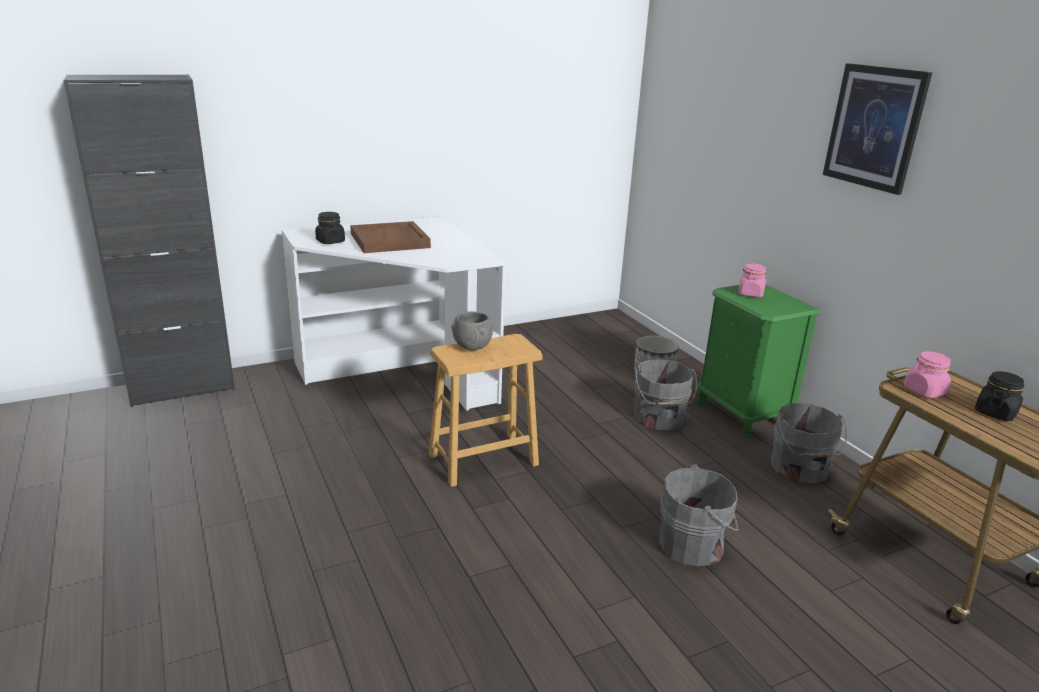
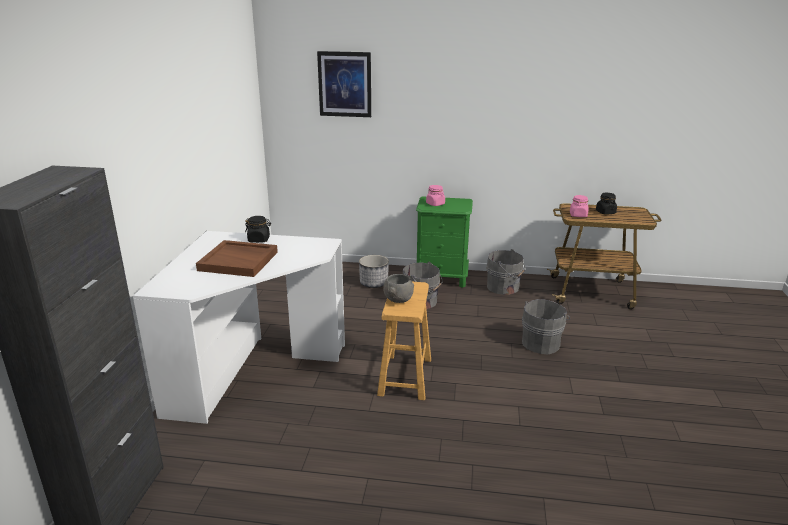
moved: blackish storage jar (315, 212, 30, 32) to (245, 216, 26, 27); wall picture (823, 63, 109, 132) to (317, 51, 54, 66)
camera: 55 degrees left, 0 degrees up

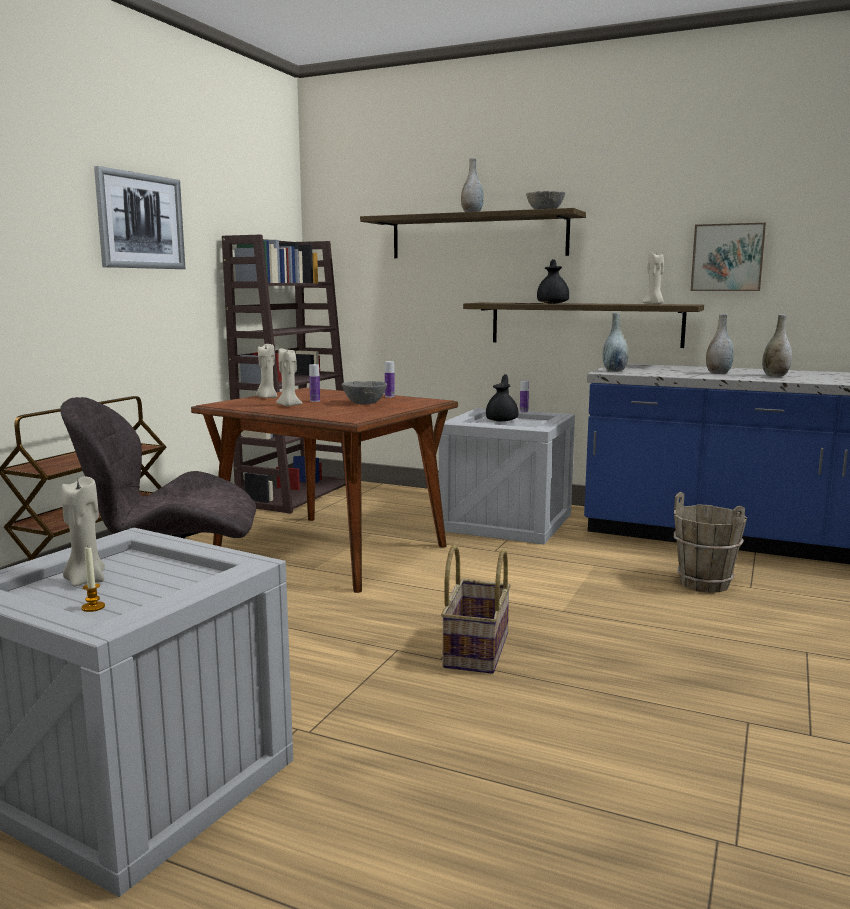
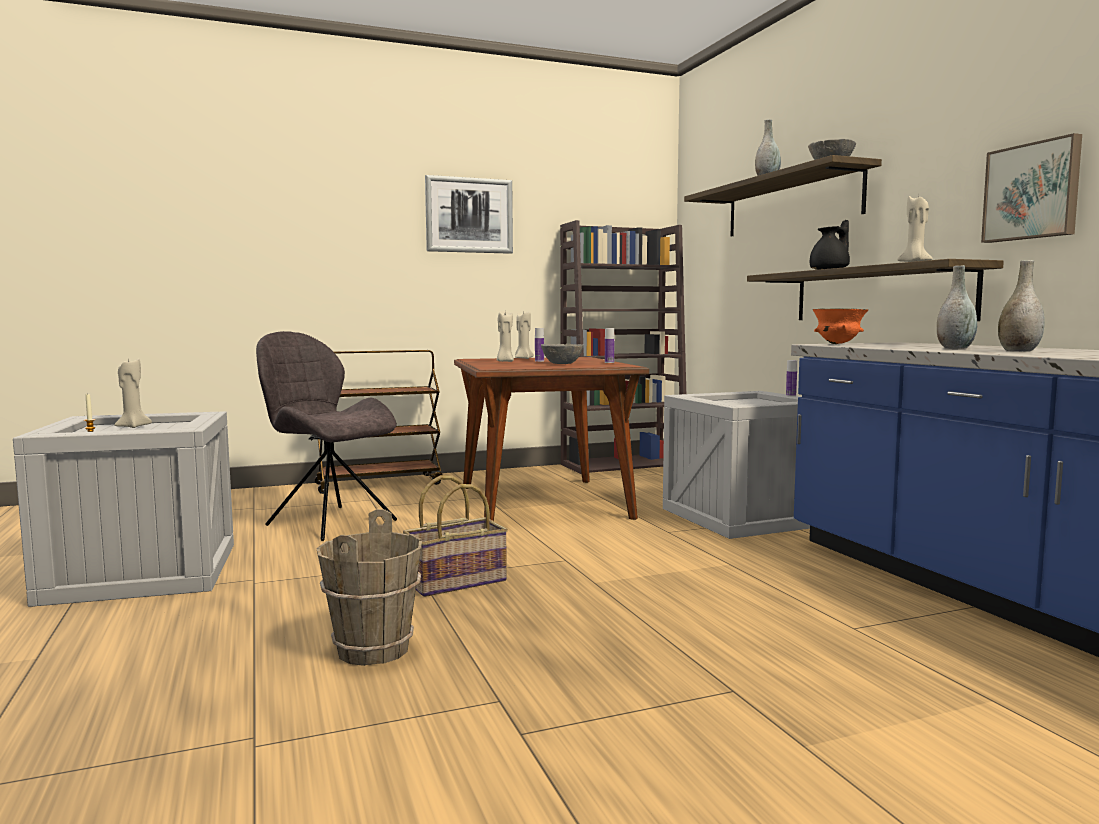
removed: blackish tea pot (486, 374, 32, 47)
moved: brown-coloured bucket (674, 492, 73, 101) to (316, 509, 106, 157)
replaced: gray flower vase (603, 313, 26, 59) to orangey deep dish (813, 308, 55, 36)
camera: 45 degrees right, 5 degrees down

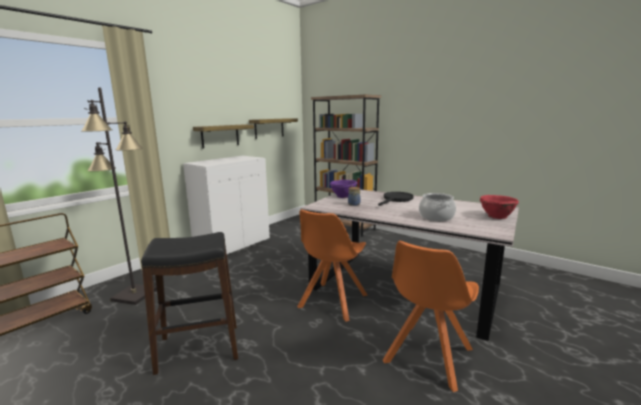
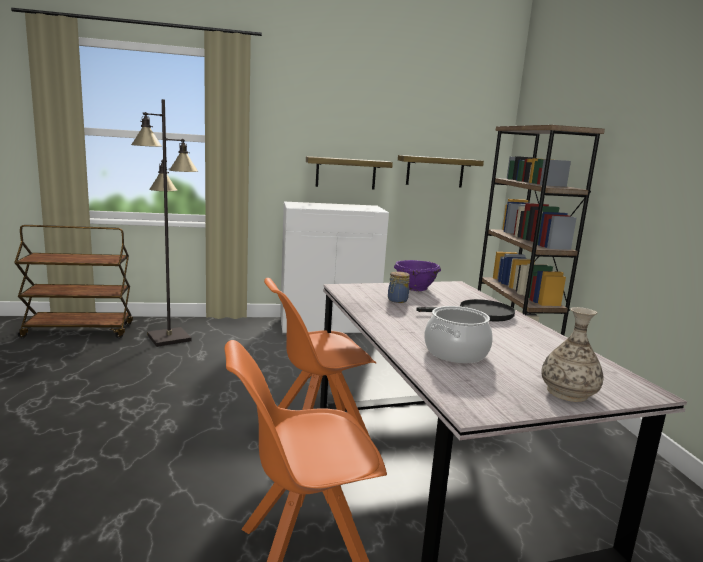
removed: blackish stool (141, 232, 97, 143)
replaced: red-coloured deep dish (480, 195, 39, 24) to flower vase (541, 307, 62, 95)
camera: 40 degrees right, 0 degrees up

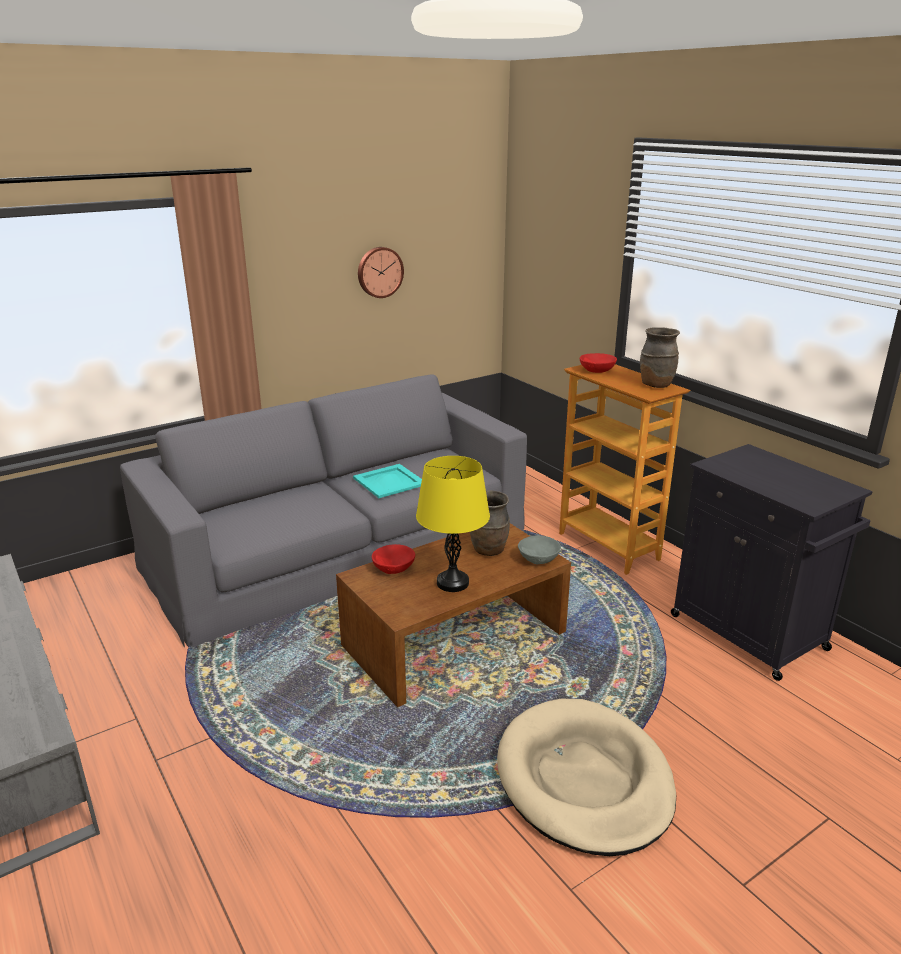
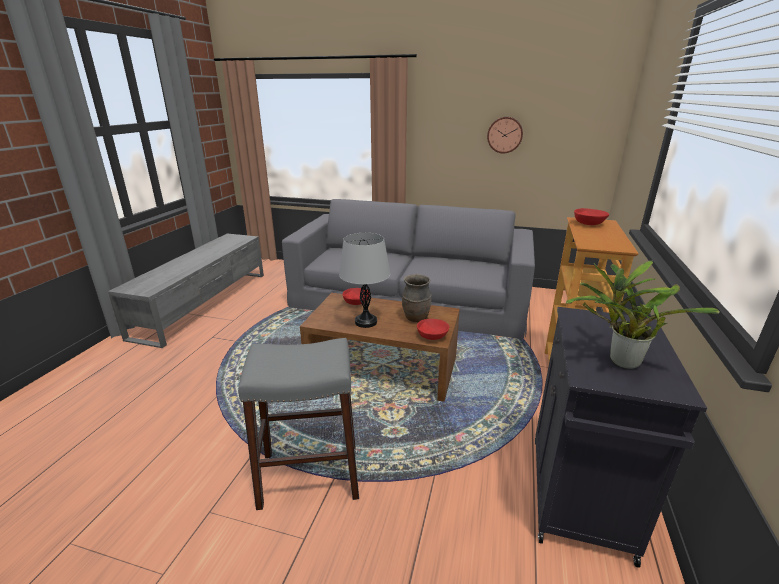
removed: blue-green serving tray (353, 464, 69, 34); brown-coloured flower vase (640, 327, 40, 61)
added: plant in a pot (565, 261, 155, 108)
replaced: beige-coloured dog cushion (497, 699, 179, 157) to gray stool (238, 338, 121, 172)
recoloured: yellow-coloured tabletop lamp (416, 456, 74, 136) to gray tabletop lamp (339, 233, 51, 95); gray deep dish (518, 536, 43, 28) to red-coloured deep dish (417, 319, 32, 21)
camera: 50 degrees right, 0 degrees up

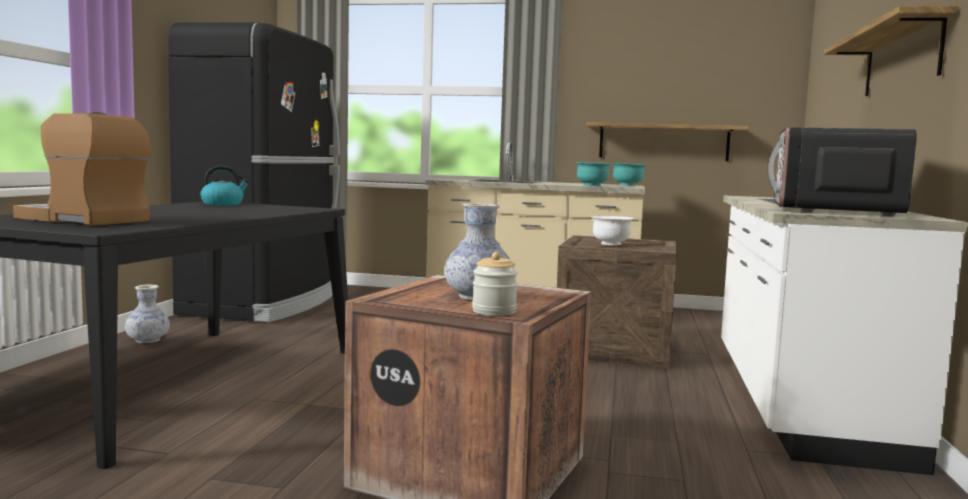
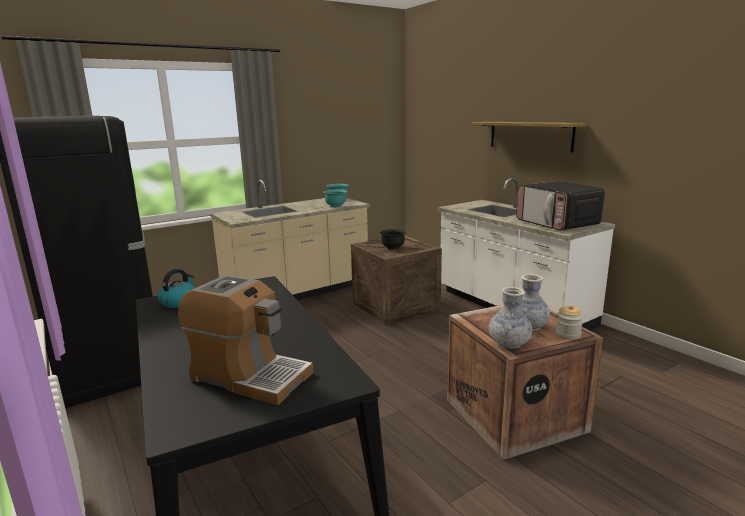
removed: bracket shelf (587, 122, 162, 39)
moved: flower vase (125, 285, 45, 58) to (489, 287, 43, 61)
recoloured: white-coloured deep dish (591, 216, 43, 29) to blackish deep dish (380, 229, 26, 21)
turned: coffee brewer (13, 112, 138, 114) = (178, 275, 135, 130) 135 degrees counterclockwise
camera: 45 degrees left, 10 degrees up

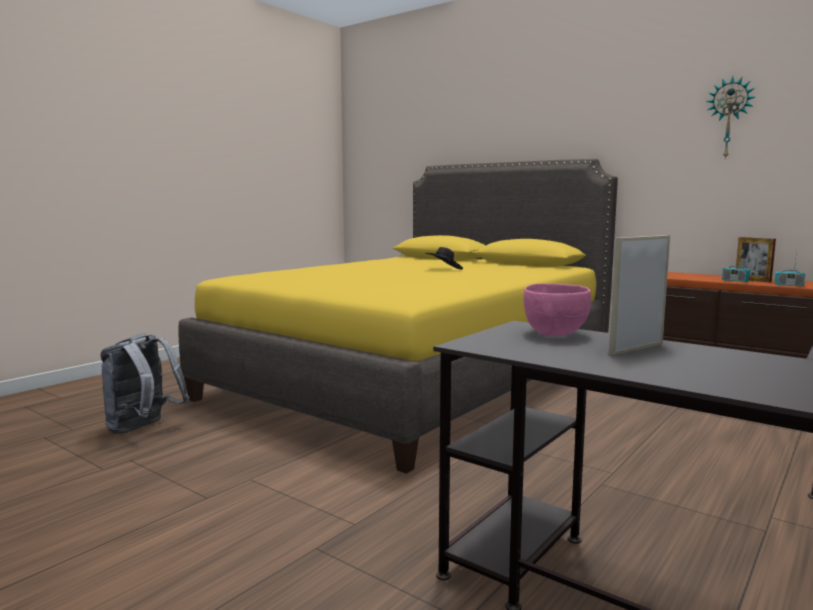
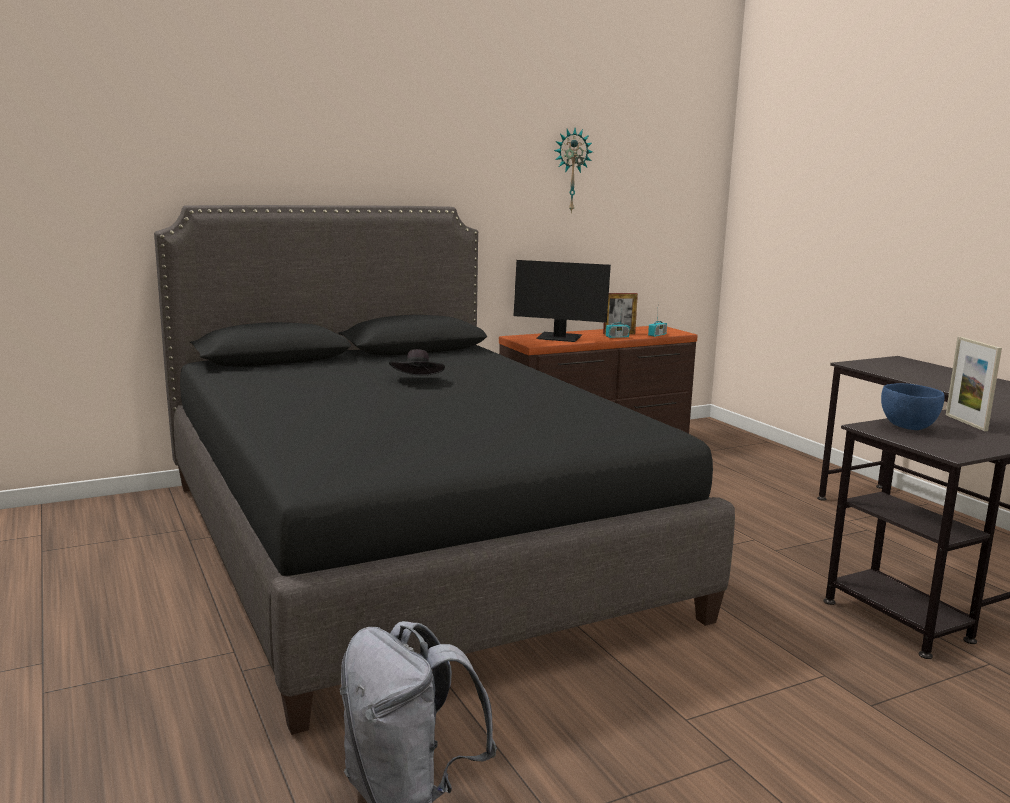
added: computer display (514, 260, 97, 82)
recoloured: yellow-coloured bedroom bed (178, 159, 440, 315) to blackish bedroom bed (154, 205, 581, 530); pink deep dish (524, 283, 67, 53) to blue-coloured deep dish (881, 383, 64, 47)
camera: 65 degrees left, 5 degrees up

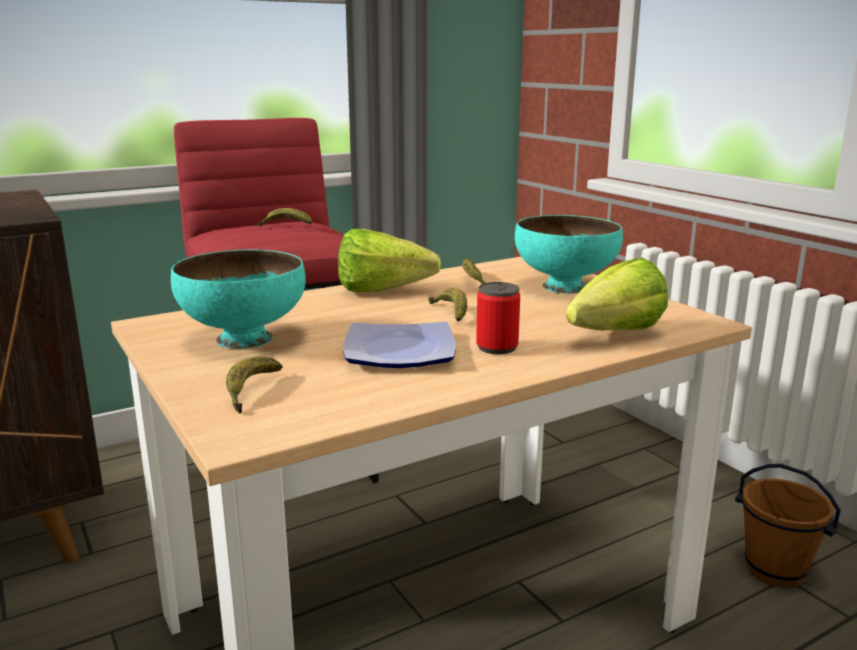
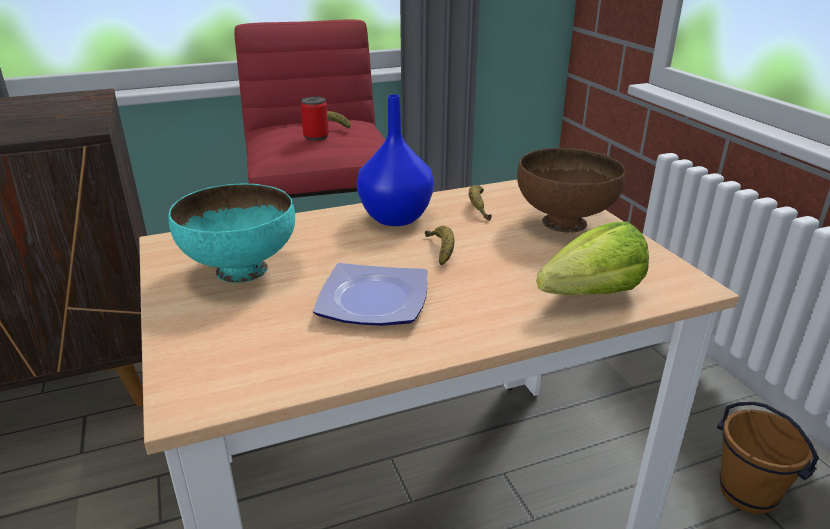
removed: banana fruit (226, 357, 57, 57)
moved: can (476, 282, 44, 72) to (301, 96, 28, 45)
replaced: lettuce (338, 229, 103, 63) to blue-coloured flower vase (357, 94, 77, 132)
recoloured: blue-green deep dish (515, 215, 108, 79) to brown-coloured deep dish (517, 148, 108, 85)
camera: 10 degrees right, 10 degrees up

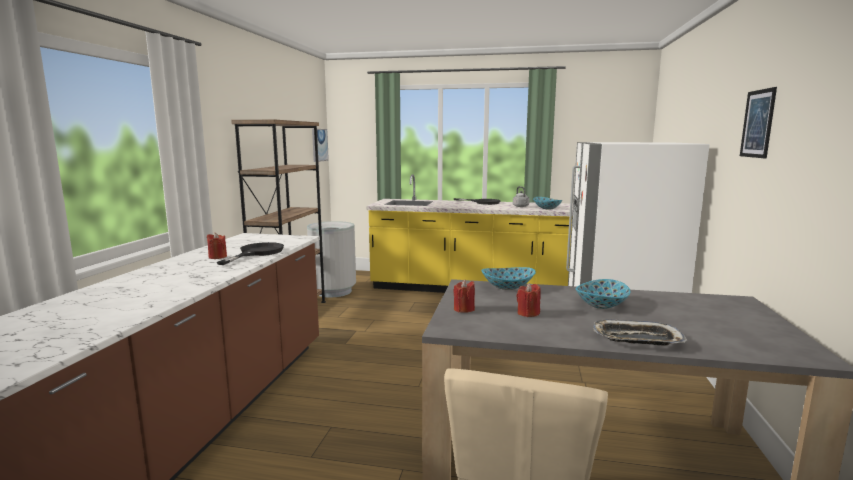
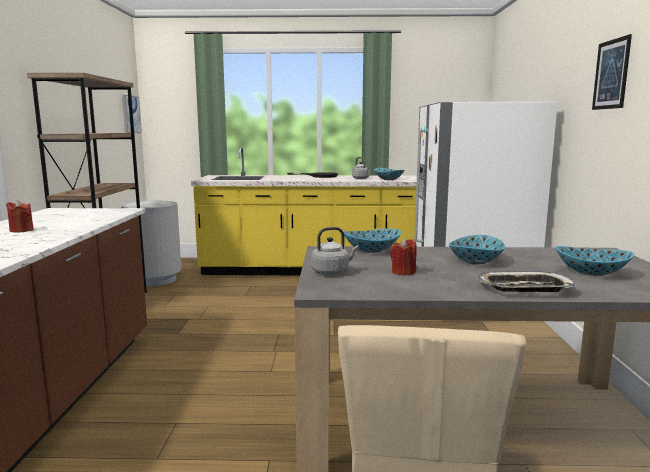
removed: blackish frying pan (217, 242, 67, 23)
added: deep dish (555, 246, 80, 30)
replaced: red-coloured candle (453, 280, 22, 33) to gray tea kettle (311, 227, 48, 48)
camera: 10 degrees left, 0 degrees up

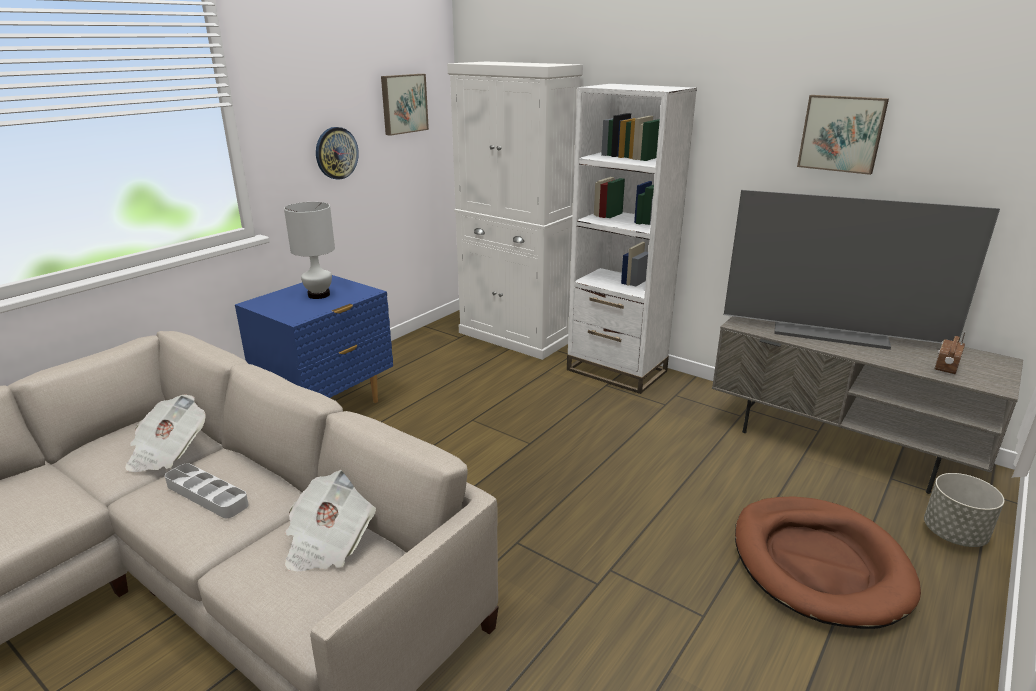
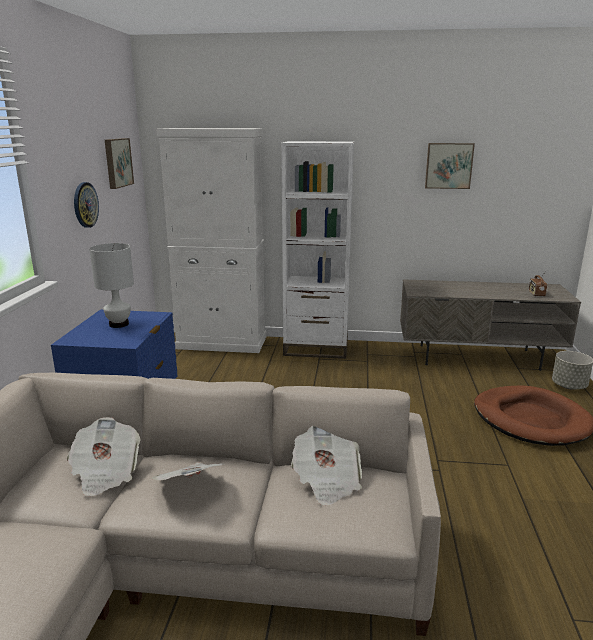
removed: television (724, 190, 276, 160)
replaced: gray serving tray (165, 463, 84, 55) to newspaper (151, 462, 71, 18)
camera: 30 degrees left, 5 degrees down

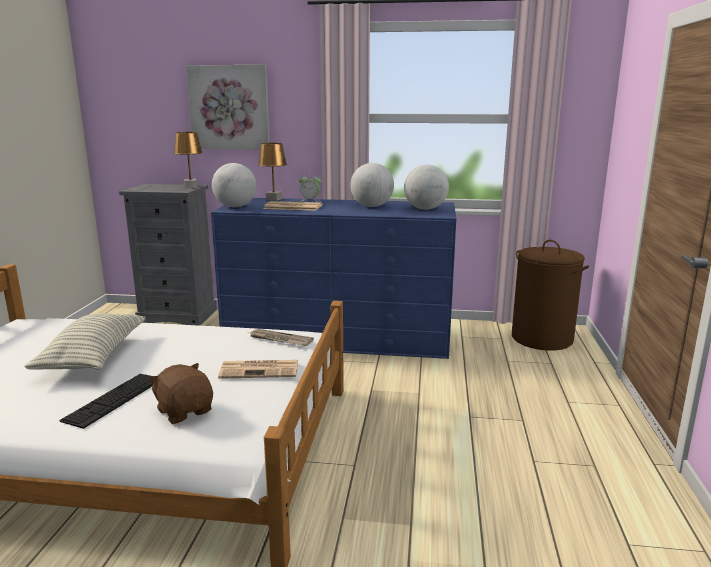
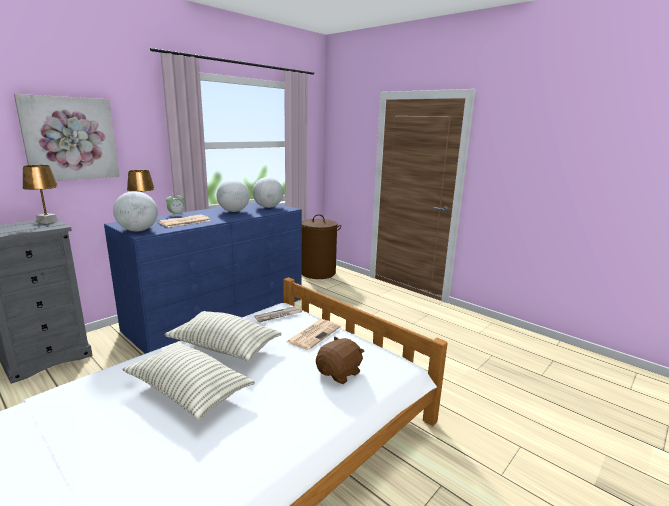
removed: PC keyboard (59, 374, 94, 55)
added: throw pillow (164, 311, 118, 50)
turned: brown-coloured cuddly toy (148, 363, 65, 61) = (316, 336, 48, 48) 135 degrees clockwise
camera: 55 degrees left, 0 degrees up

